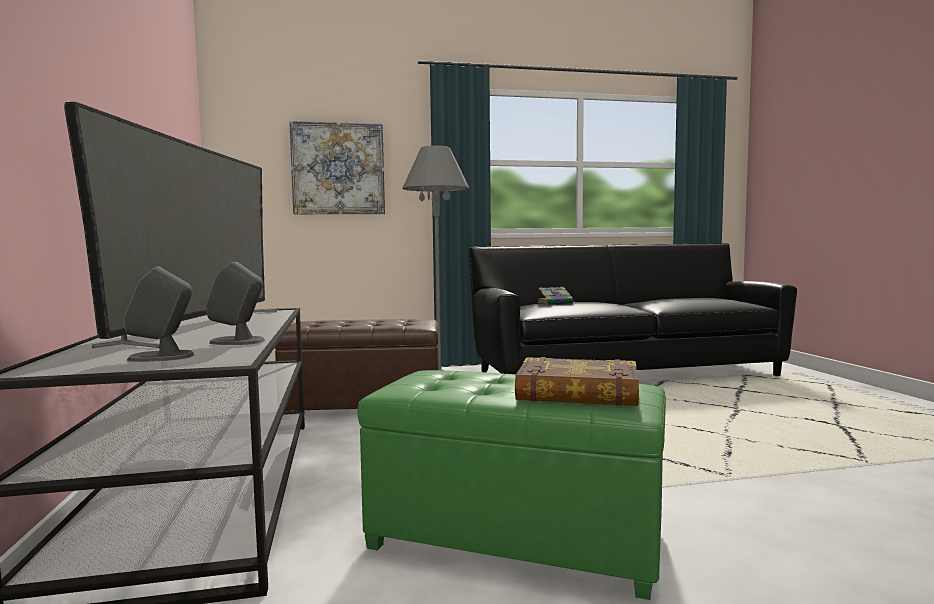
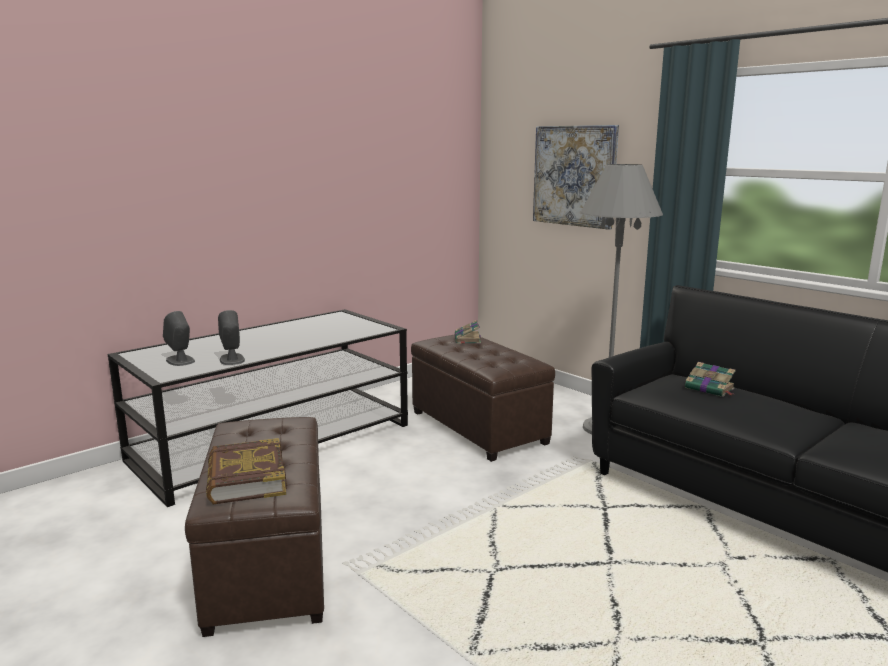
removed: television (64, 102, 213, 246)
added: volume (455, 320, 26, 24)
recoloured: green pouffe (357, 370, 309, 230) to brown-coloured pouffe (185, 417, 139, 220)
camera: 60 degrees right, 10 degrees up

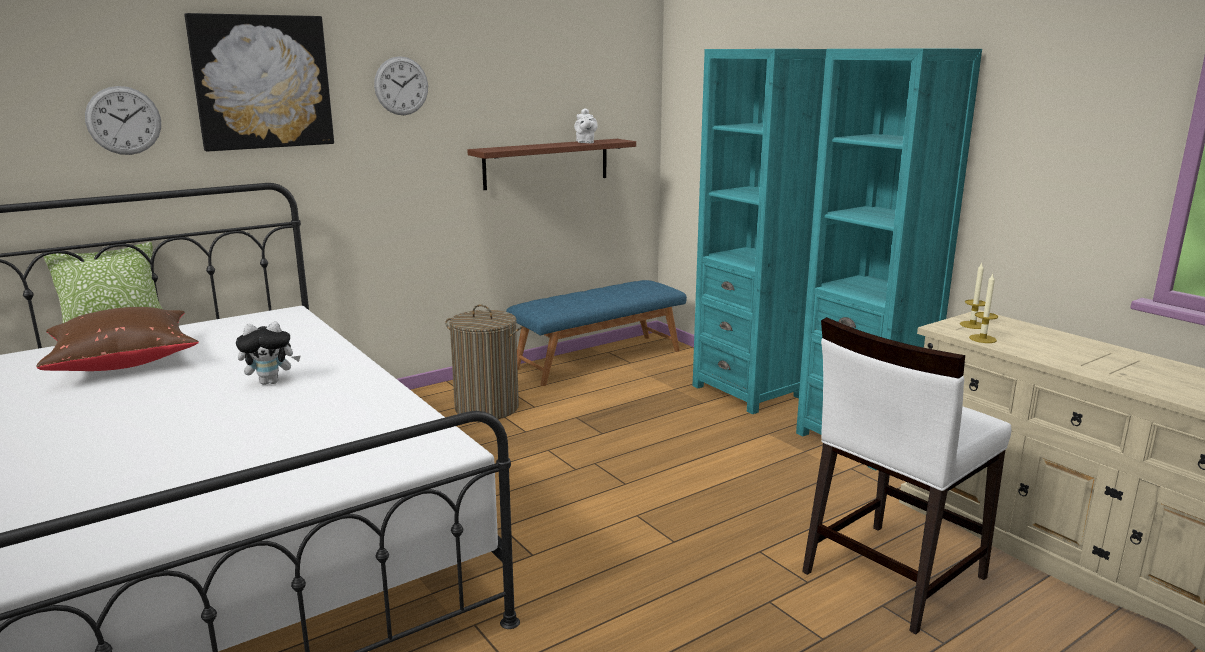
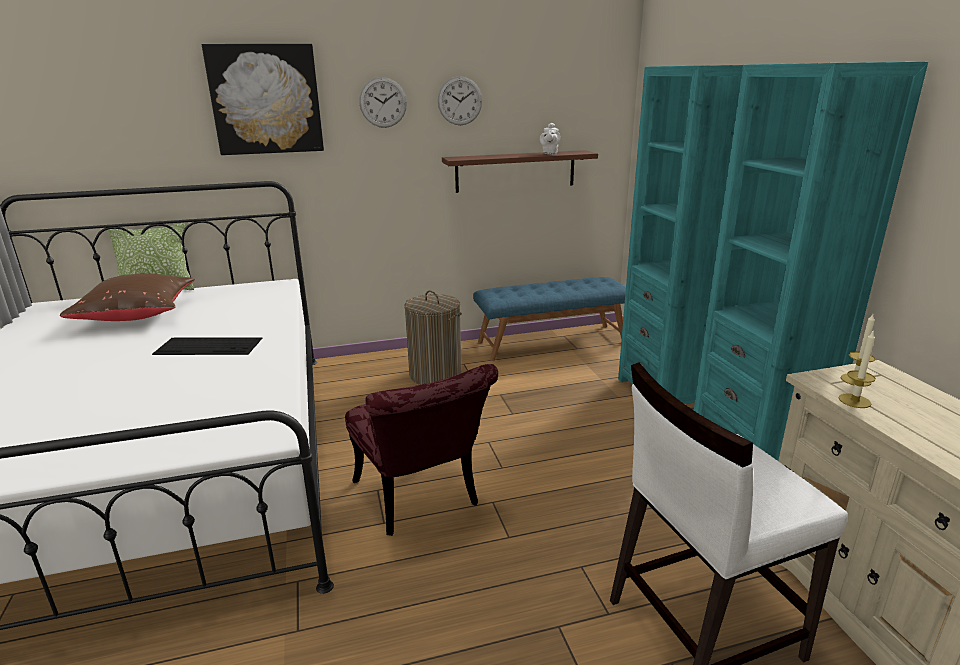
added: red-coloured plain chair (345, 364, 153, 172)
moved: wall clock (85, 86, 76, 69) to (438, 76, 44, 49)
replaced: cuddly toy (236, 322, 65, 63) to PC keyboard (152, 337, 110, 18)
camera: 20 degrees right, 5 degrees up

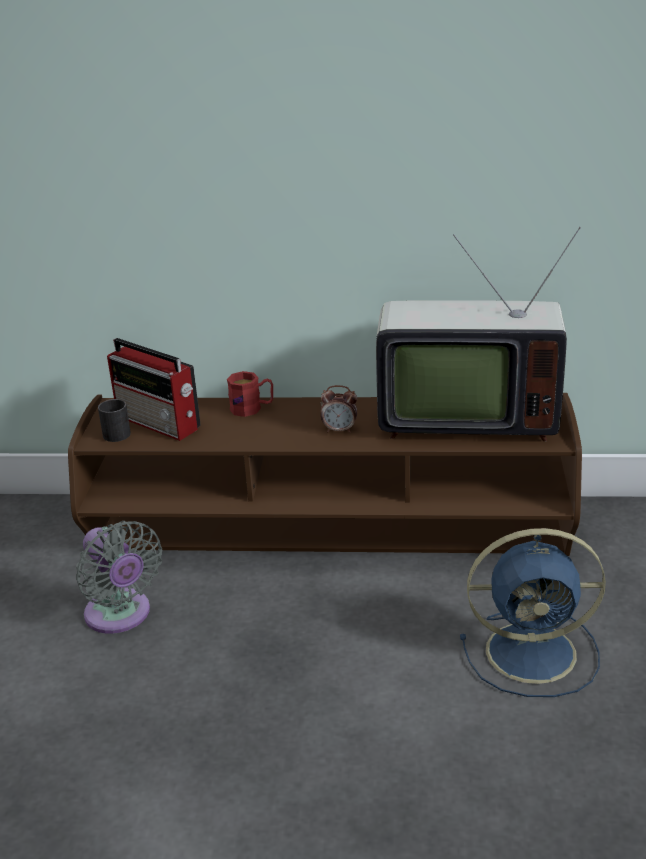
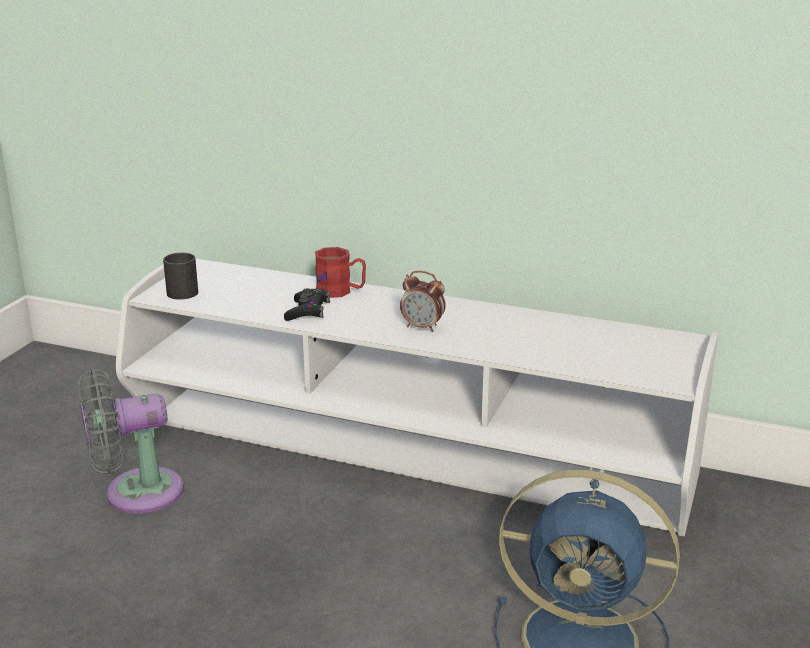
removed: radio receiver (107, 338, 94, 103); television (376, 227, 205, 214)
added: blackish game controller (284, 288, 46, 33)
recoloured: brown-coloured media console (68, 393, 514, 163) to white-coloured media console (116, 254, 603, 283)
turned: gray cooling fan (76, 521, 86, 113) = (79, 369, 105, 145) 90 degrees clockwise
camera: 15 degrees right, 5 degrees down

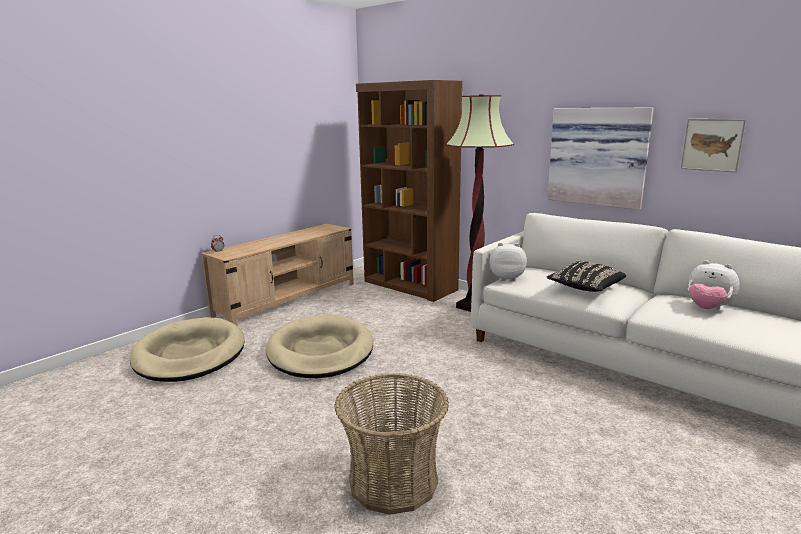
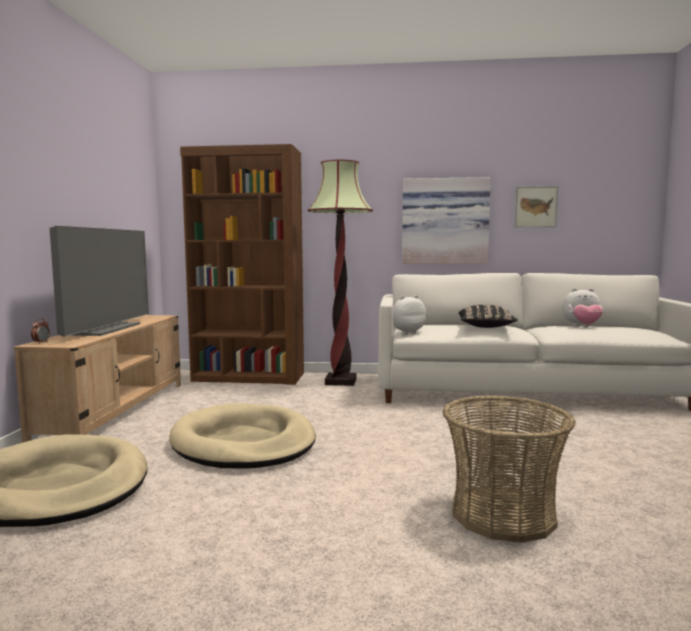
added: television (50, 226, 99, 111)
camera: 35 degrees left, 10 degrees down

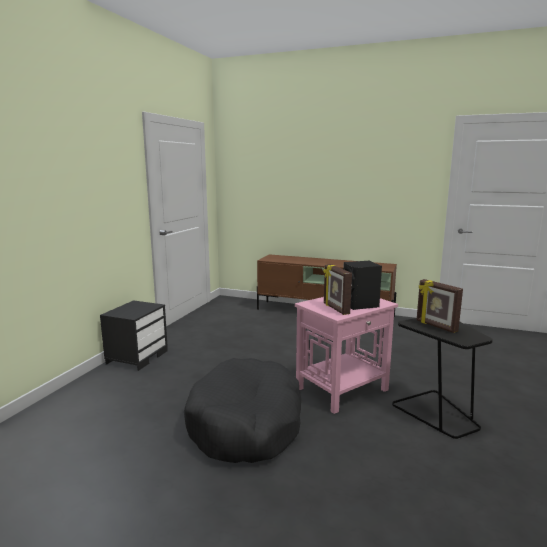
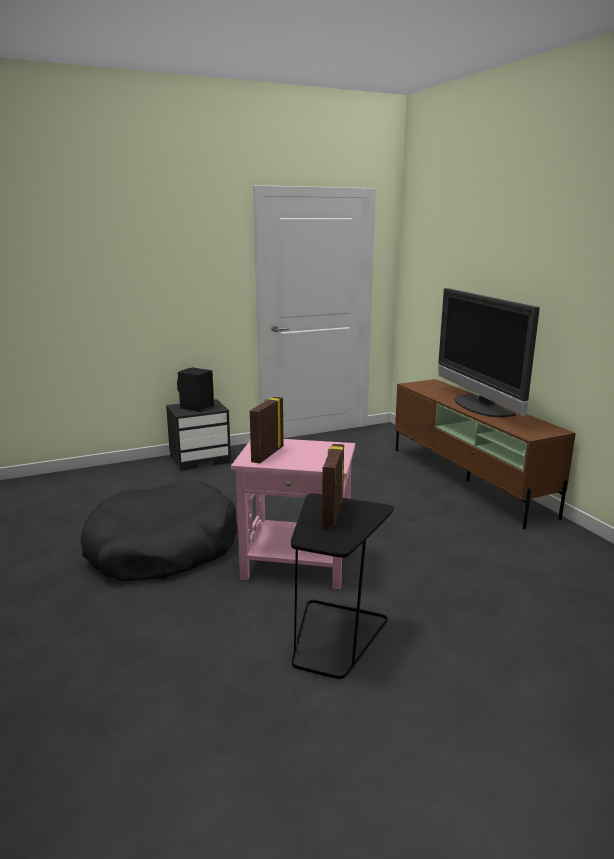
added: television (438, 288, 102, 129)
moved: blackish speaker (343, 261, 39, 49) to (177, 367, 37, 45)
camera: 45 degrees right, 5 degrees up

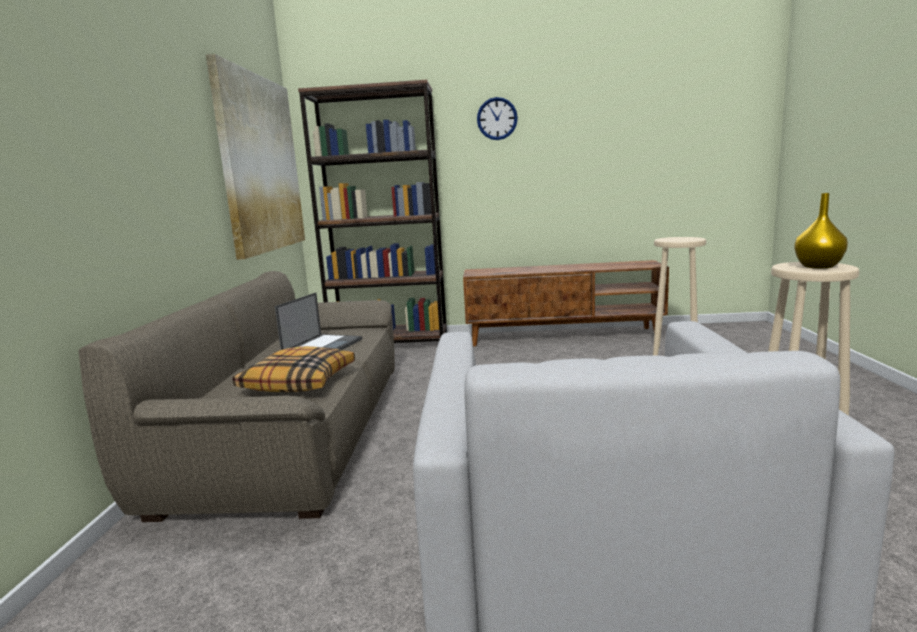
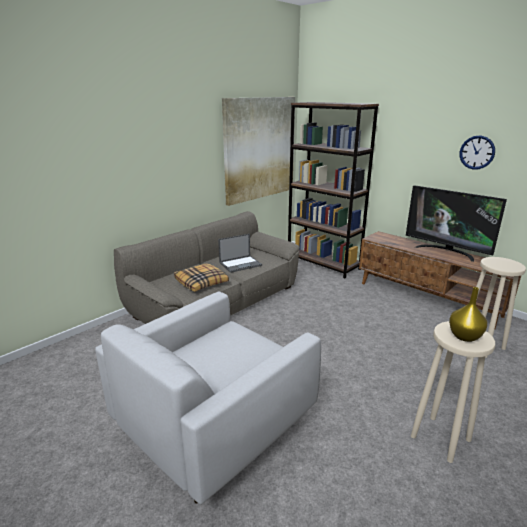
added: television (406, 185, 101, 77)
moved: wall clock (477, 97, 41, 43) to (459, 135, 36, 35)
camera: 40 degrees right, 10 degrees up

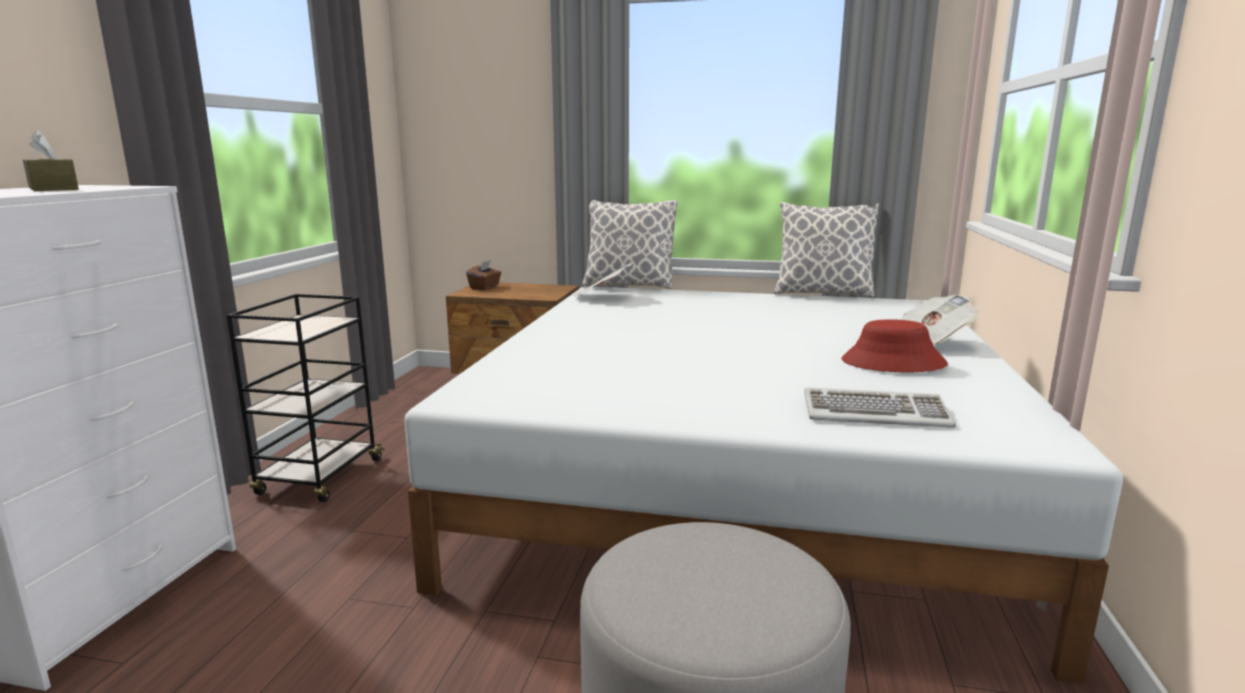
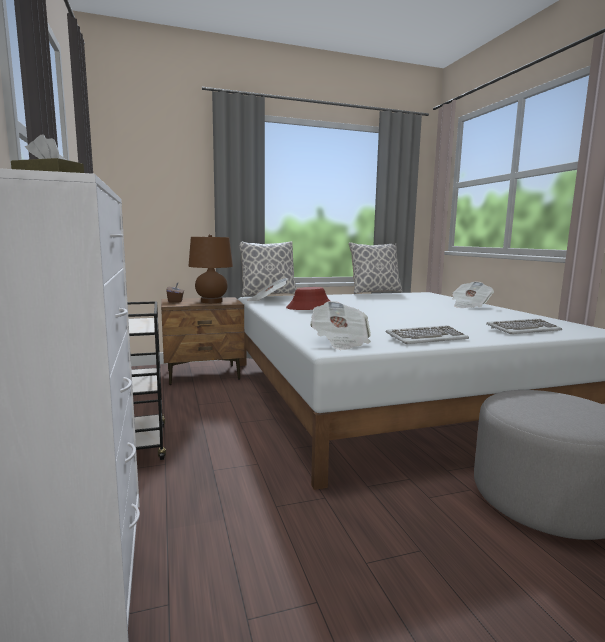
added: brown-coloured tabletop lamp (189, 234, 44, 69); newspaper (310, 301, 61, 49); PC keyboard (386, 326, 83, 18)
moved: red-coloured hat (841, 319, 107, 53) to (286, 287, 44, 23)
camera: 30 degrees left, 5 degrees down

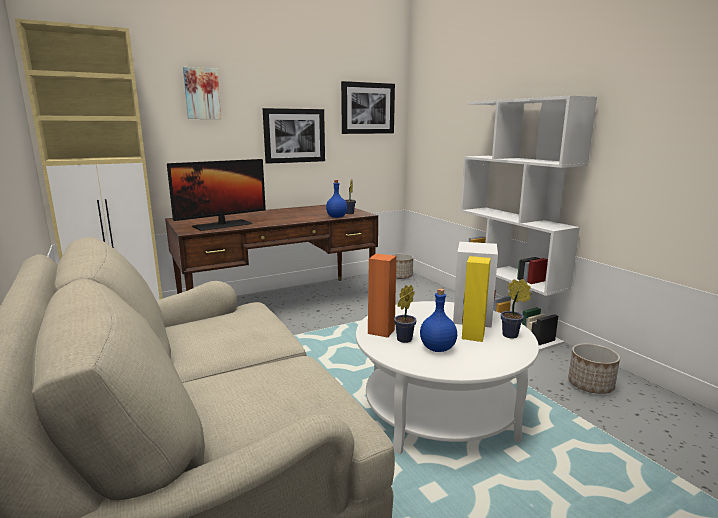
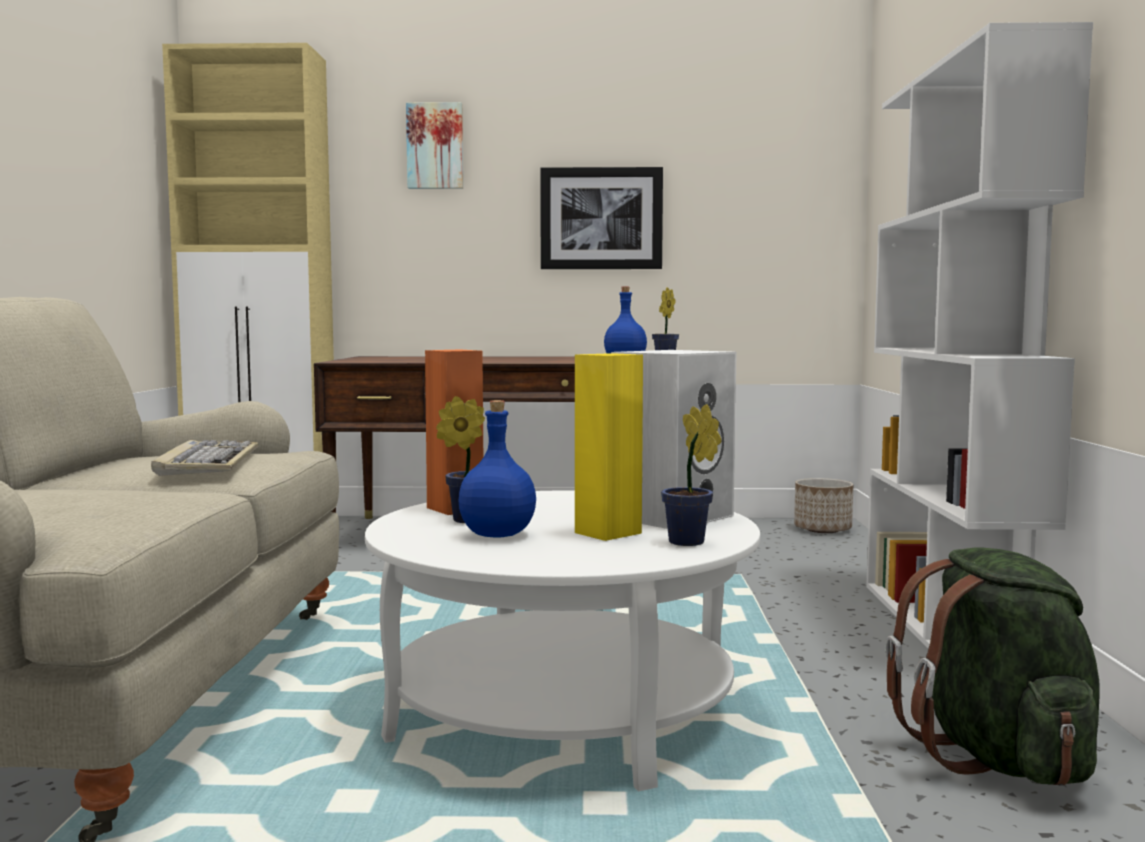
removed: computer display (167, 159, 99, 72); wall picture (341, 81, 54, 53)
added: PC keyboard (151, 440, 107, 36)
replaced: flower pot (568, 343, 52, 51) to green knapsack (885, 547, 215, 239)
camera: 30 degrees right, 10 degrees down

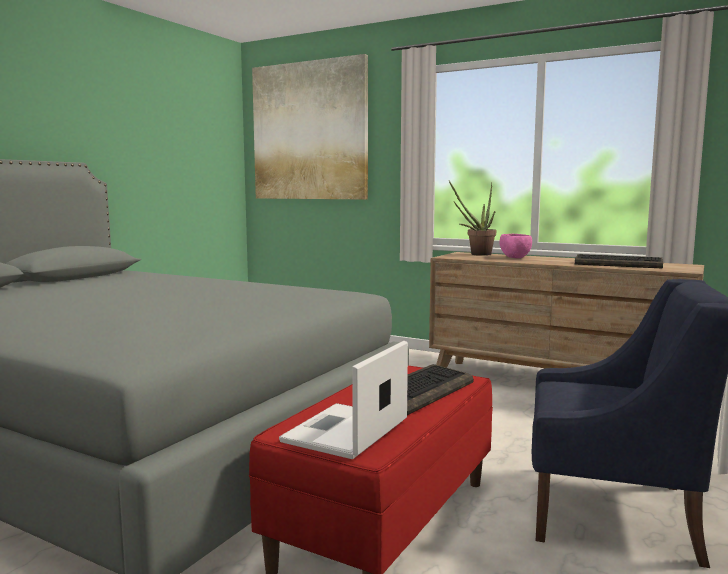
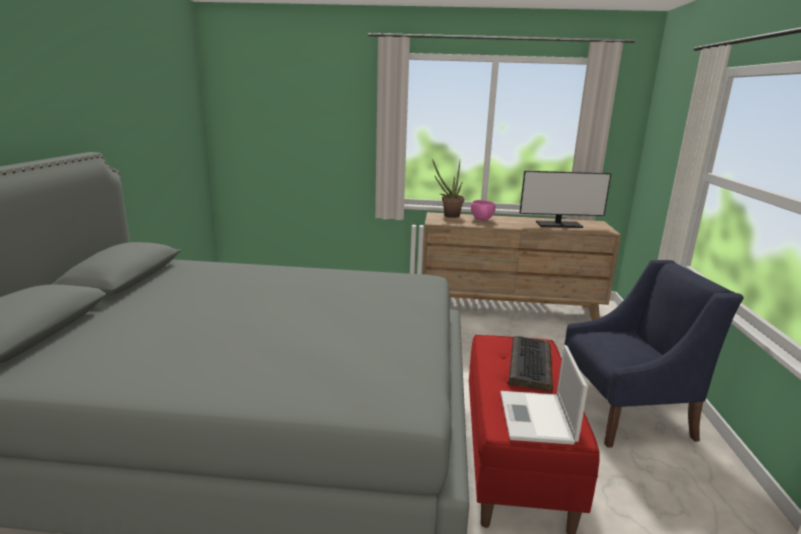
removed: wall picture (252, 54, 116, 145)
replaced: PC keyboard (575, 254, 88, 15) to computer display (520, 171, 91, 57)
camera: 25 degrees left, 10 degrees up

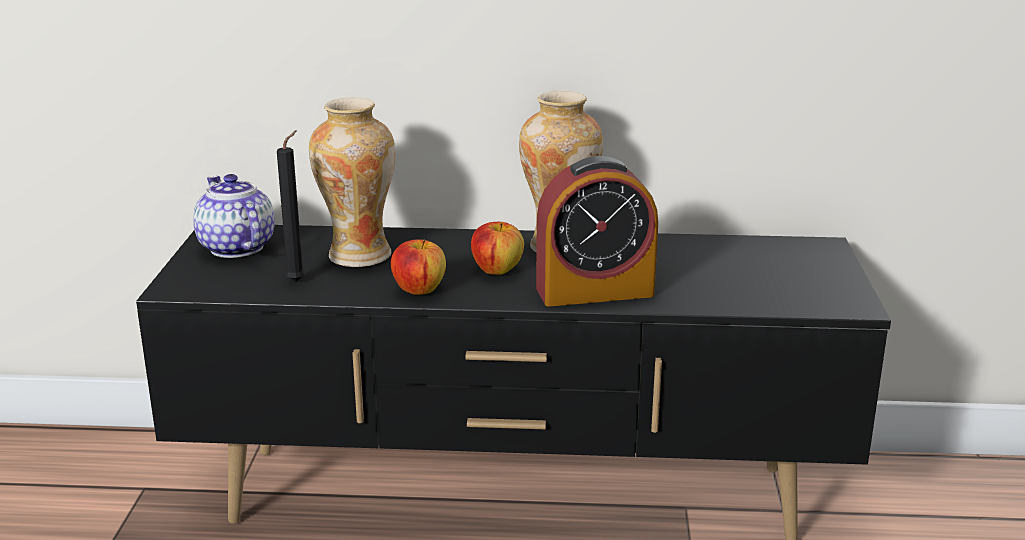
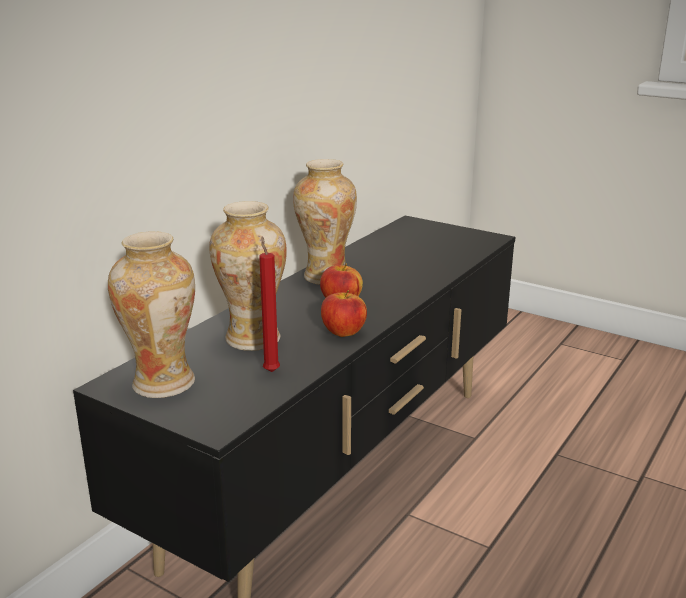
removed: alarm clock (536, 156, 122, 151)
replaced: tea pot (193, 174, 82, 84) to flower vase (108, 232, 87, 166)
recoloured: blackish candle (277, 130, 28, 152) to red-coloured candle (259, 237, 21, 135)
camera: 60 degrees left, 0 degrees up

